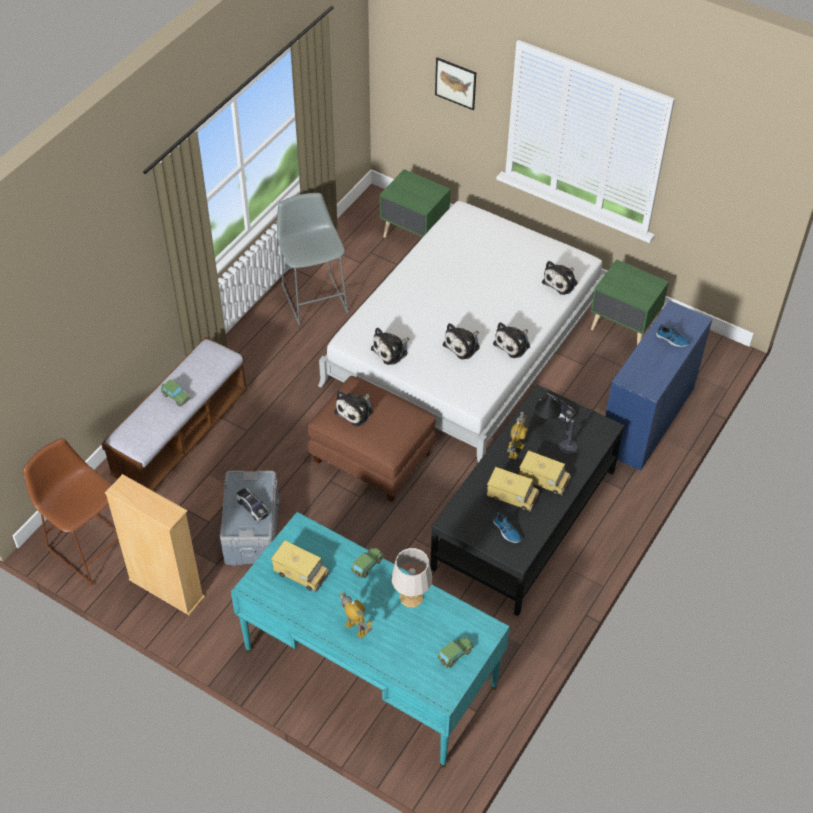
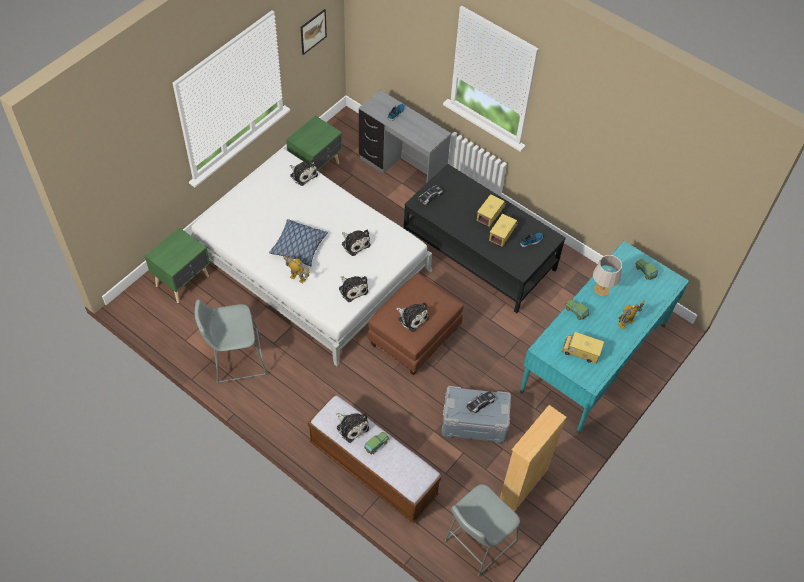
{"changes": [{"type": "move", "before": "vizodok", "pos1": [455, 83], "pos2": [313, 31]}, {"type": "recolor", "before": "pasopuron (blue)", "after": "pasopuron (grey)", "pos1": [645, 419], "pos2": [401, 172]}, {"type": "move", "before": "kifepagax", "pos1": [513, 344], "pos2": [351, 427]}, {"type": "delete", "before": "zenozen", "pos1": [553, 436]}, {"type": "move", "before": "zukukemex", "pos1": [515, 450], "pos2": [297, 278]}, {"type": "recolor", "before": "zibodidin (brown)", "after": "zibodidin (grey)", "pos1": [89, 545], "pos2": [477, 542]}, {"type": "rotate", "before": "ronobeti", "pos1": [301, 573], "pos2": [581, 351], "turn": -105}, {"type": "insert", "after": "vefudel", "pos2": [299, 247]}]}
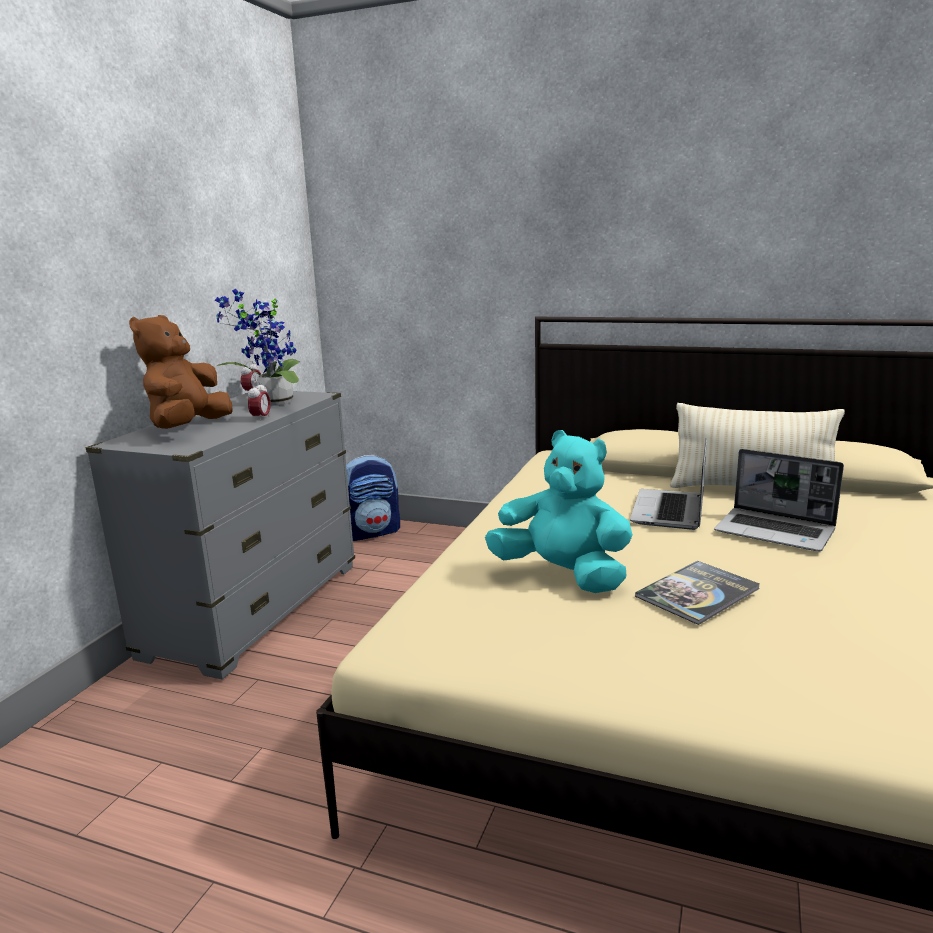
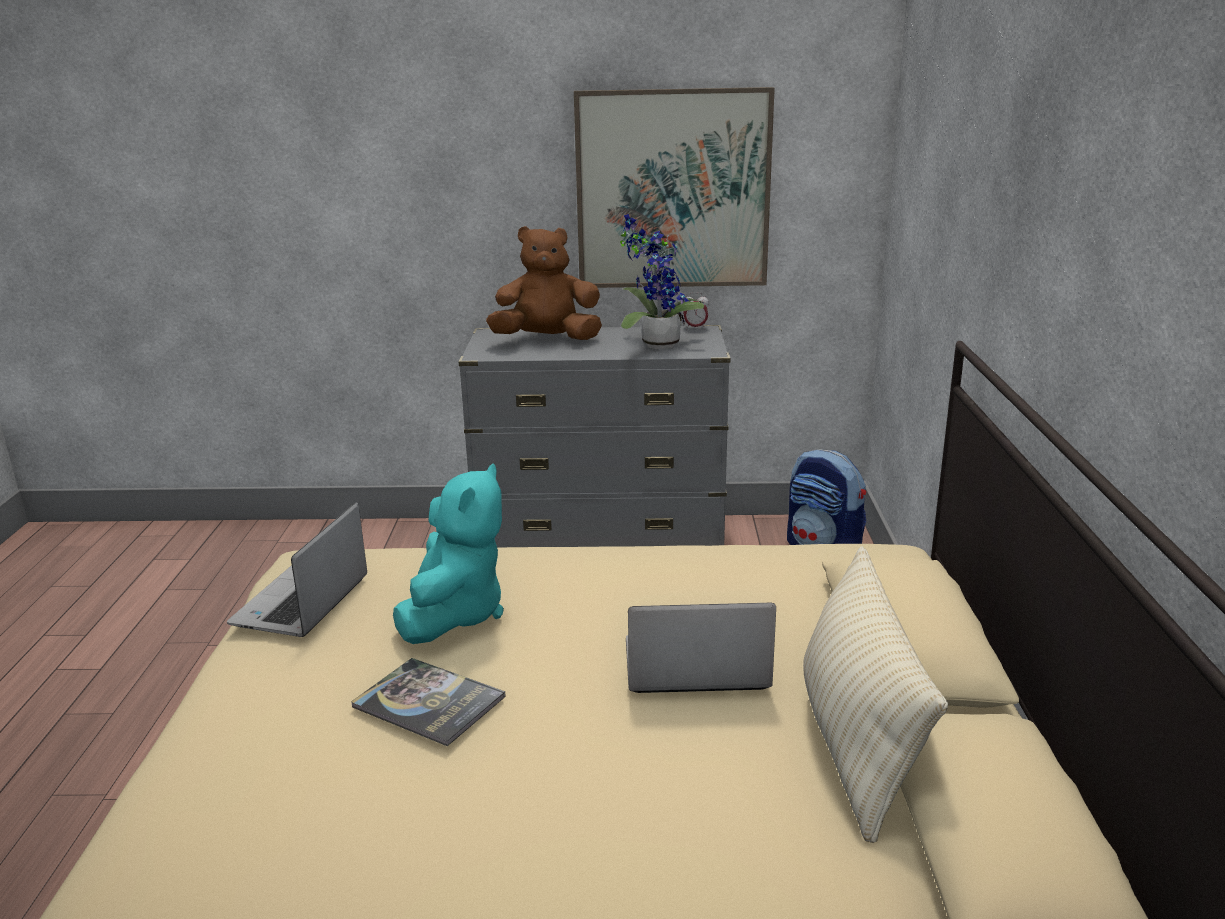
{"changes": [{"type": "delete", "before": "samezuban", "pos1": [261, 418]}, {"type": "move", "before": "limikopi", "pos1": [776, 531], "pos2": [302, 603]}, {"type": "insert", "after": "vizodok", "pos2": [673, 190]}]}
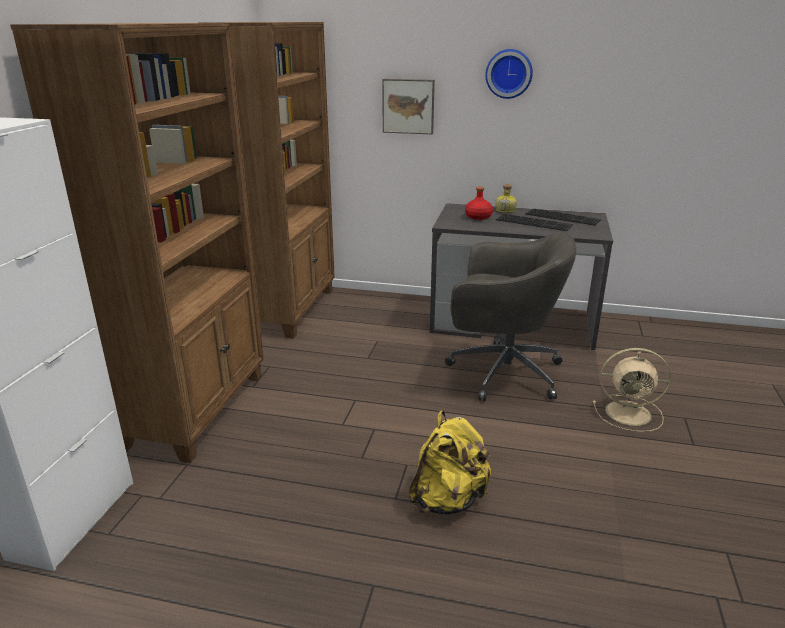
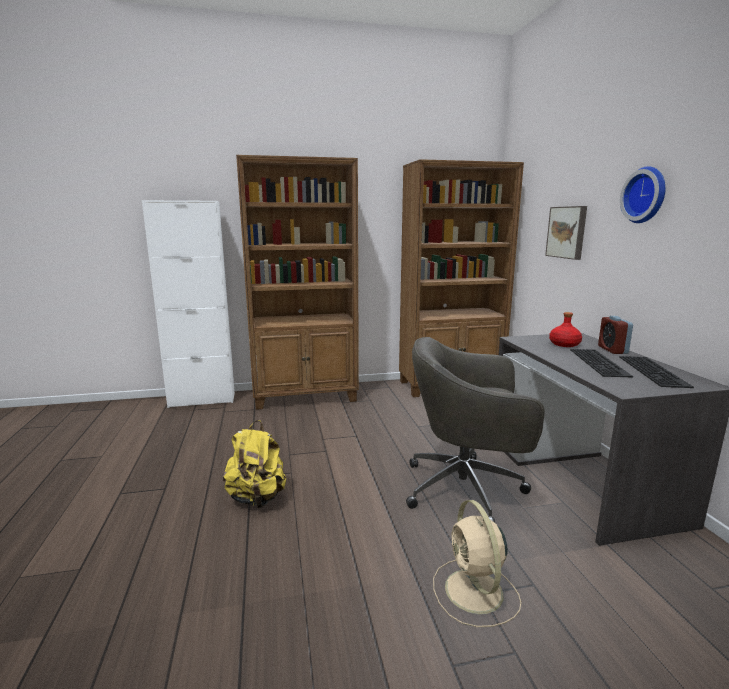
{"changes": [{"type": "replace", "before": "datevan", "after": "samezuban", "pos1": [506, 210], "pos2": [612, 350]}, {"type": "rotate", "before": "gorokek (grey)", "pos1": [502, 372], "pos2": [467, 489], "turn": 105}]}
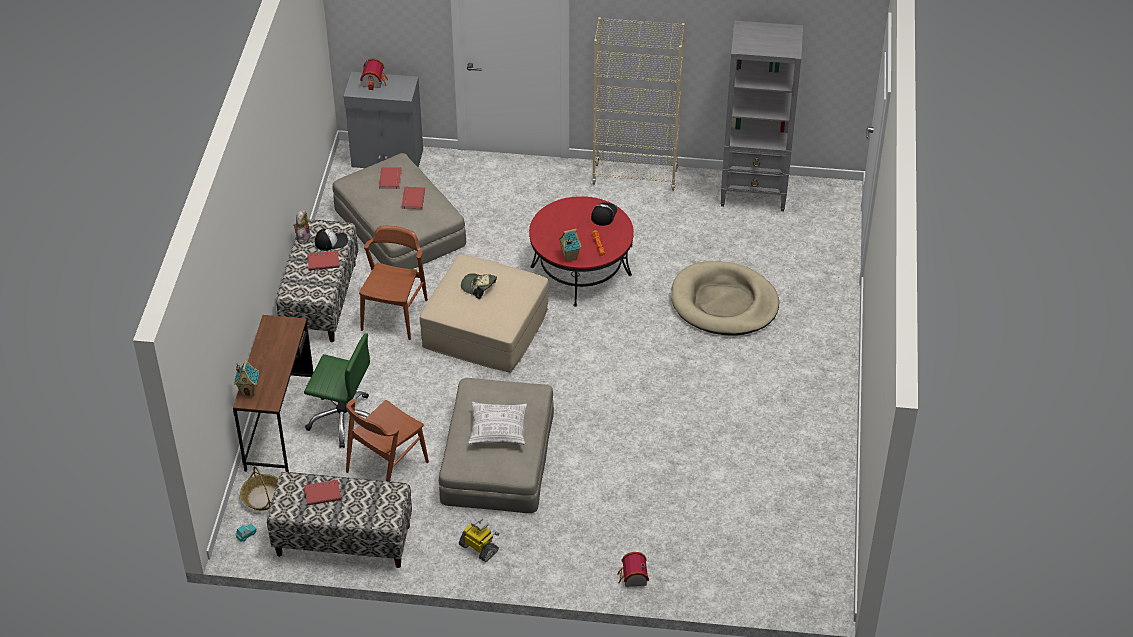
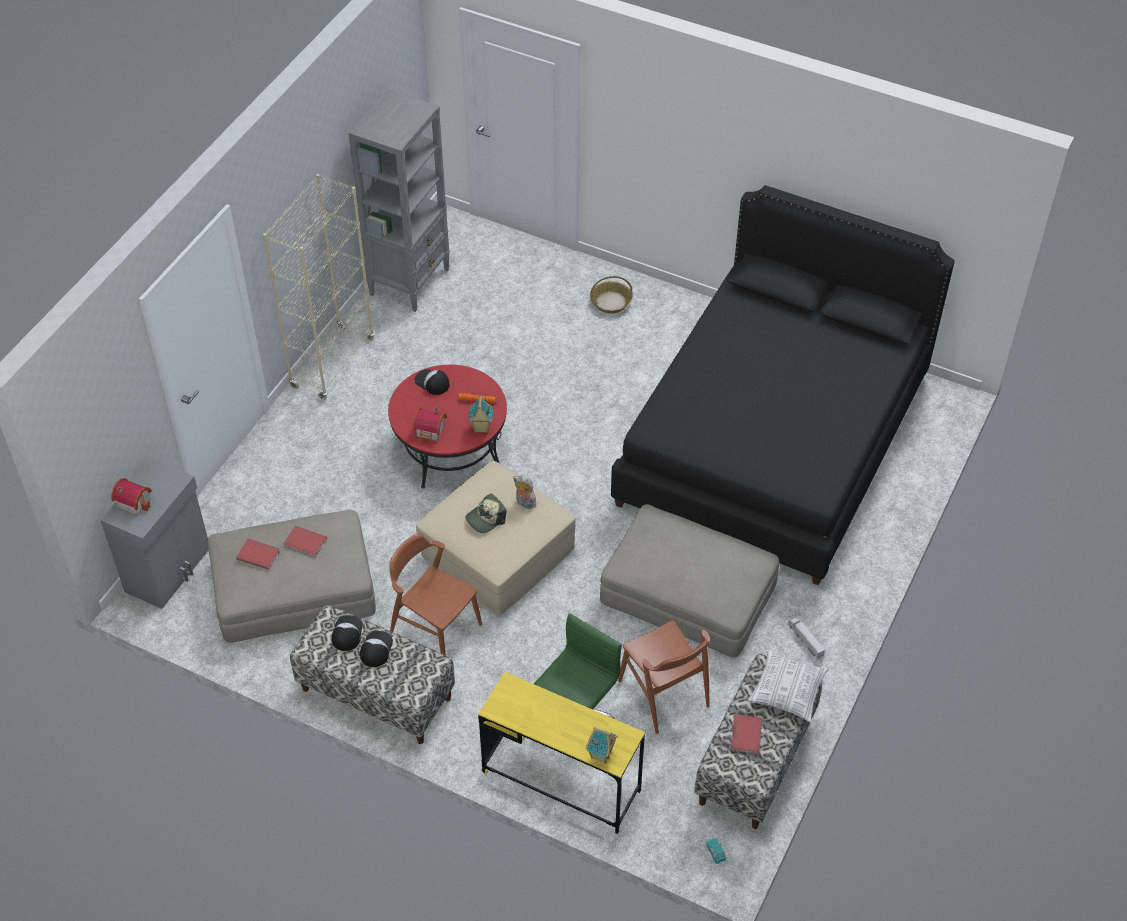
{"changes": [{"type": "move", "before": "kifepagax", "pos1": [302, 237], "pos2": [524, 503]}, {"type": "replace", "before": "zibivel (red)", "after": "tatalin", "pos1": [323, 261], "pos2": [376, 649]}, {"type": "delete", "before": "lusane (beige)", "pos1": [724, 303]}, {"type": "recolor", "before": "pasopuron (brown)", "after": "pasopuron (yellow)", "pos1": [280, 425], "pos2": [561, 781]}, {"type": "move", "before": "vefudel", "pos1": [498, 430], "pos2": [787, 691]}, {"type": "move", "before": "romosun", "pos1": [263, 497], "pos2": [611, 302]}, {"type": "replace", "before": "zukukemex", "after": "ronobeti", "pos1": [479, 548], "pos2": [805, 641]}, {"type": "move", "before": "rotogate", "pos1": [633, 578], "pos2": [430, 432]}, {"type": "insert", "after": "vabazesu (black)", "pos2": [773, 439]}]}
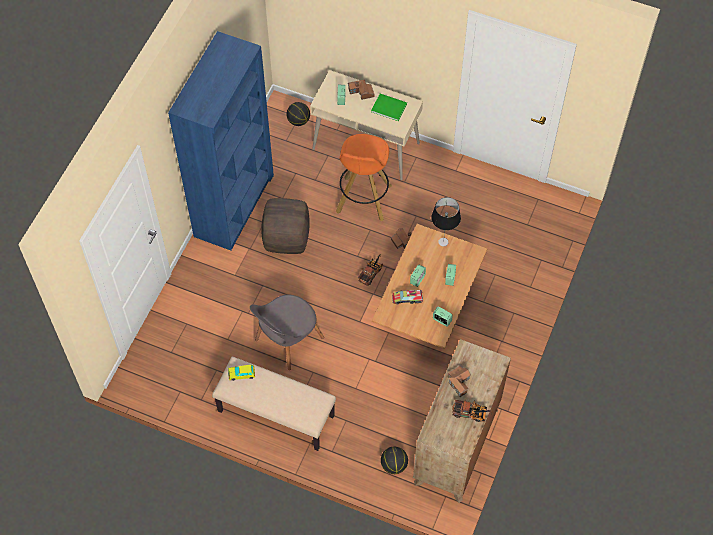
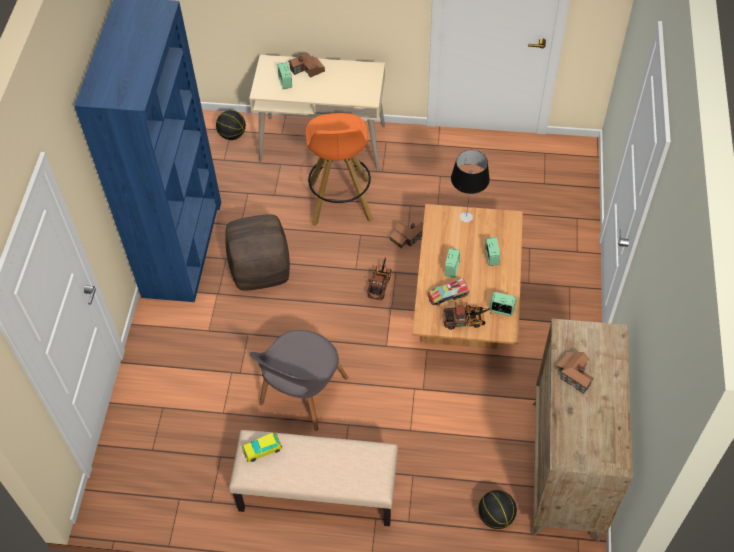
{"changes": [{"type": "delete", "before": "zibivel (green)", "pos1": [388, 107]}, {"type": "move", "before": "ronobeti", "pos1": [471, 414], "pos2": [466, 321]}]}
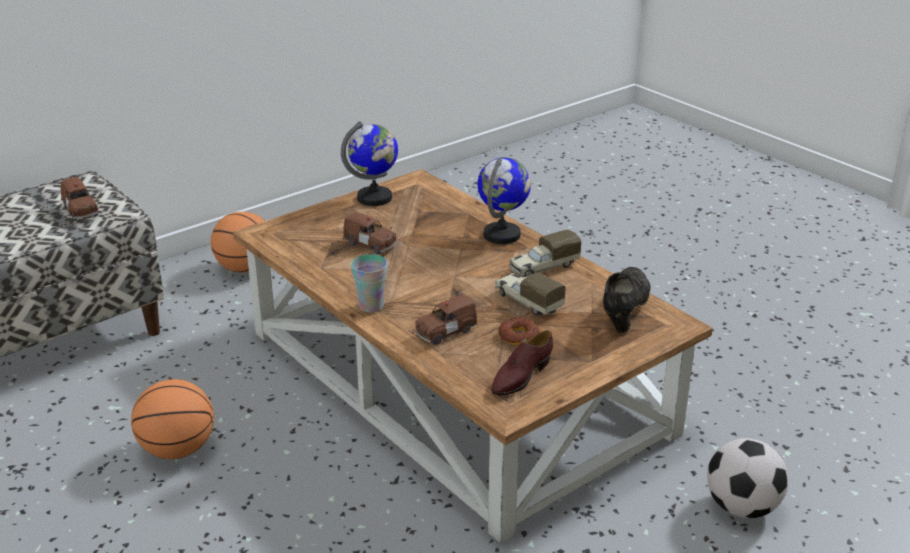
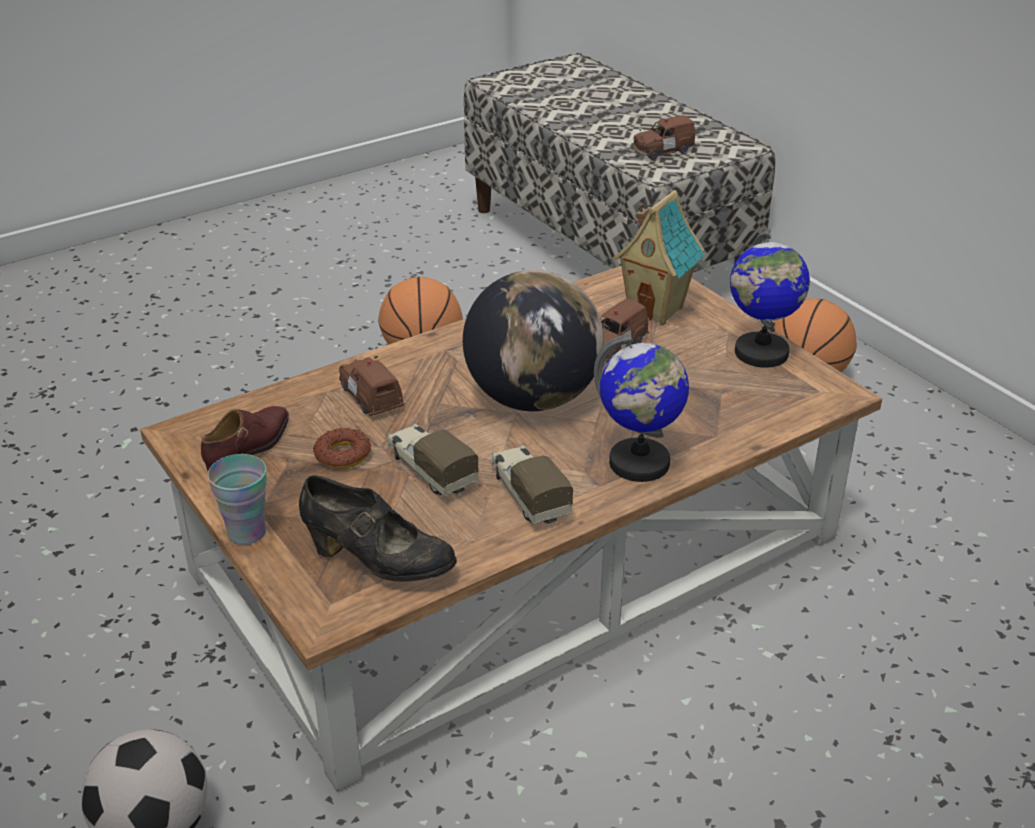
{"changes": [{"type": "move", "before": "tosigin", "pos1": [371, 306], "pos2": [246, 532]}, {"type": "rotate", "before": "ronobeti", "pos1": [527, 302], "pos2": [430, 470], "turn": -90}, {"type": "rotate", "before": "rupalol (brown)", "pos1": [520, 376], "pos2": [250, 448], "turn": 75}, {"type": "insert", "after": "rotogate", "pos2": [657, 310]}, {"type": "insert", "after": "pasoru", "pos2": [533, 398]}]}
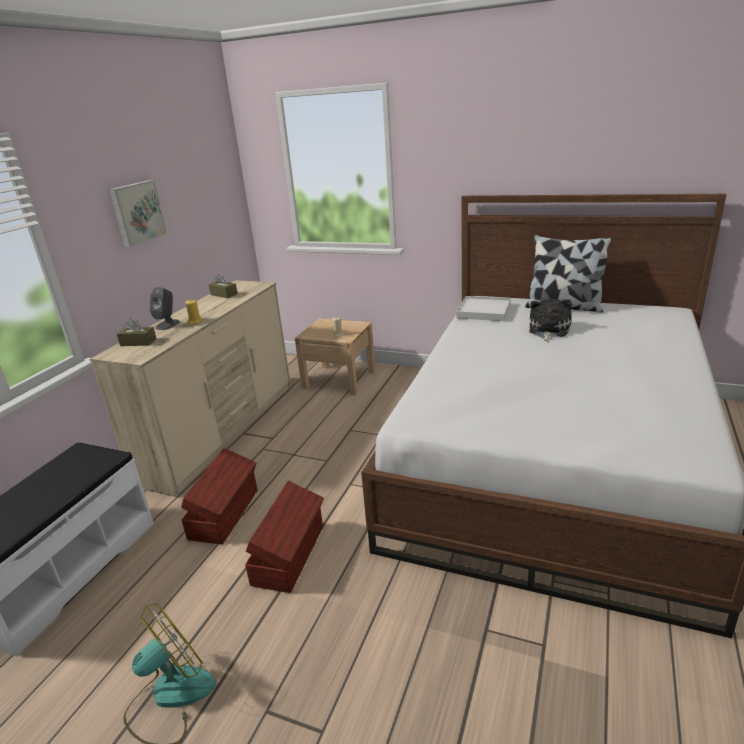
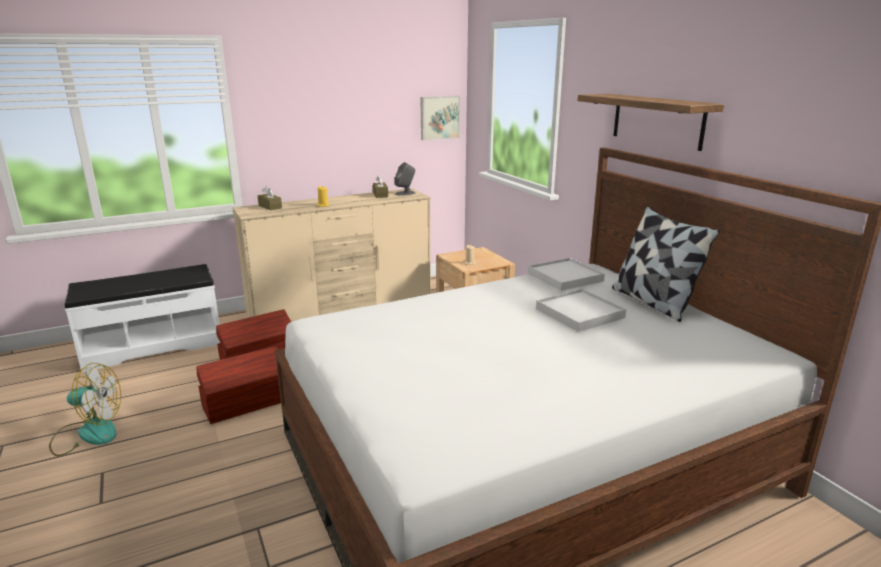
{"changes": [{"type": "move", "before": "vizodok", "pos1": [136, 212], "pos2": [439, 117]}, {"type": "move", "before": "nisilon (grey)", "pos1": [167, 324], "pos2": [405, 193]}, {"type": "replace", "before": "kifepagax", "after": "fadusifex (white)", "pos1": [548, 330], "pos2": [579, 313]}, {"type": "insert", "after": "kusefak", "pos2": [657, 120]}]}
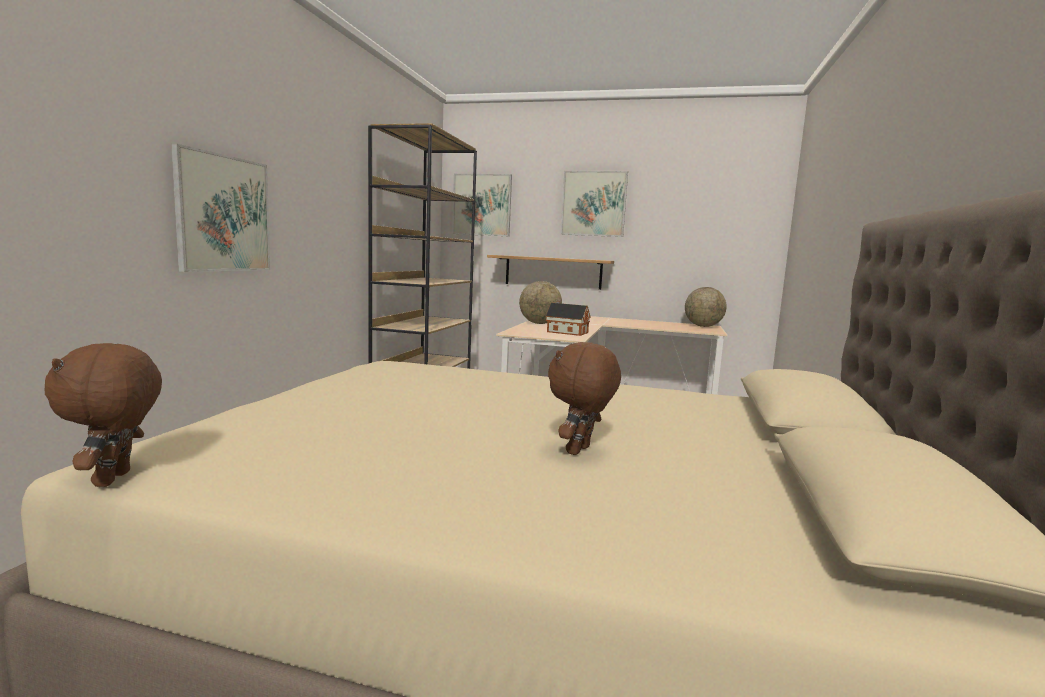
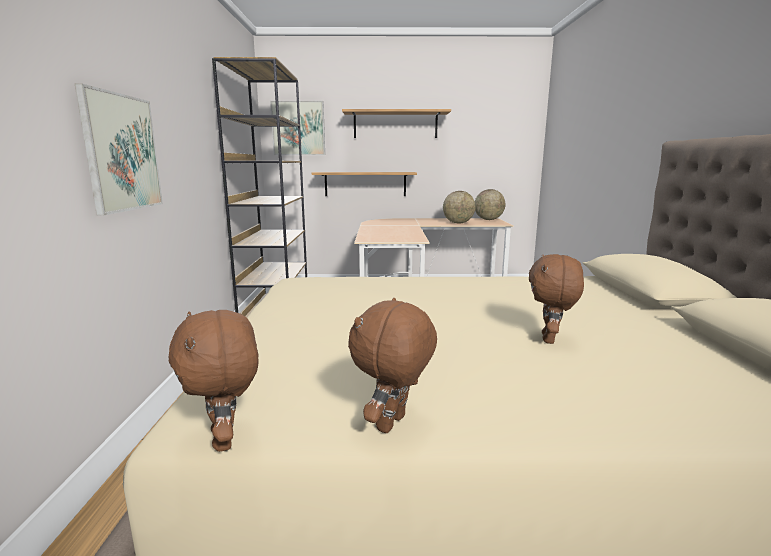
{"changes": [{"type": "replace", "before": "vizodok", "after": "kusefak", "pos1": [593, 203], "pos2": [395, 125]}, {"type": "move", "before": "pasoru", "pos1": [539, 323], "pos2": [458, 223]}, {"type": "delete", "before": "rotogate", "pos1": [566, 332]}, {"type": "insert", "after": "kifepagax (brown)", "pos2": [393, 424]}]}
